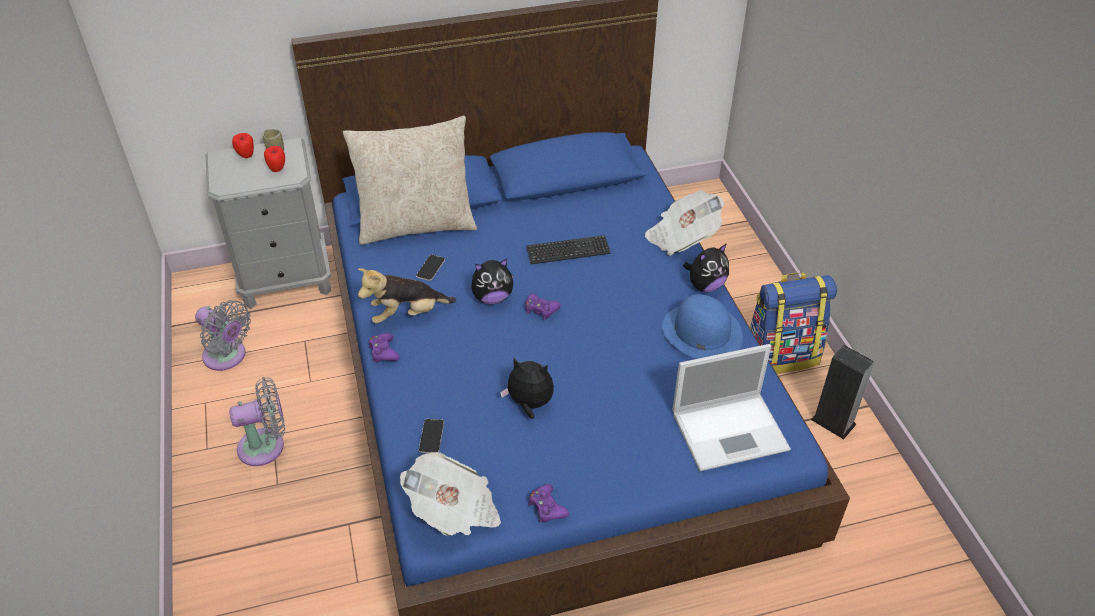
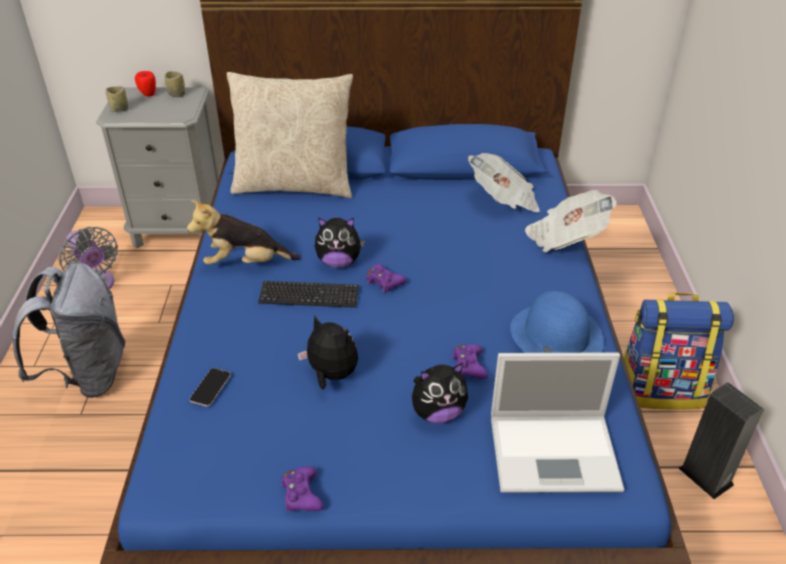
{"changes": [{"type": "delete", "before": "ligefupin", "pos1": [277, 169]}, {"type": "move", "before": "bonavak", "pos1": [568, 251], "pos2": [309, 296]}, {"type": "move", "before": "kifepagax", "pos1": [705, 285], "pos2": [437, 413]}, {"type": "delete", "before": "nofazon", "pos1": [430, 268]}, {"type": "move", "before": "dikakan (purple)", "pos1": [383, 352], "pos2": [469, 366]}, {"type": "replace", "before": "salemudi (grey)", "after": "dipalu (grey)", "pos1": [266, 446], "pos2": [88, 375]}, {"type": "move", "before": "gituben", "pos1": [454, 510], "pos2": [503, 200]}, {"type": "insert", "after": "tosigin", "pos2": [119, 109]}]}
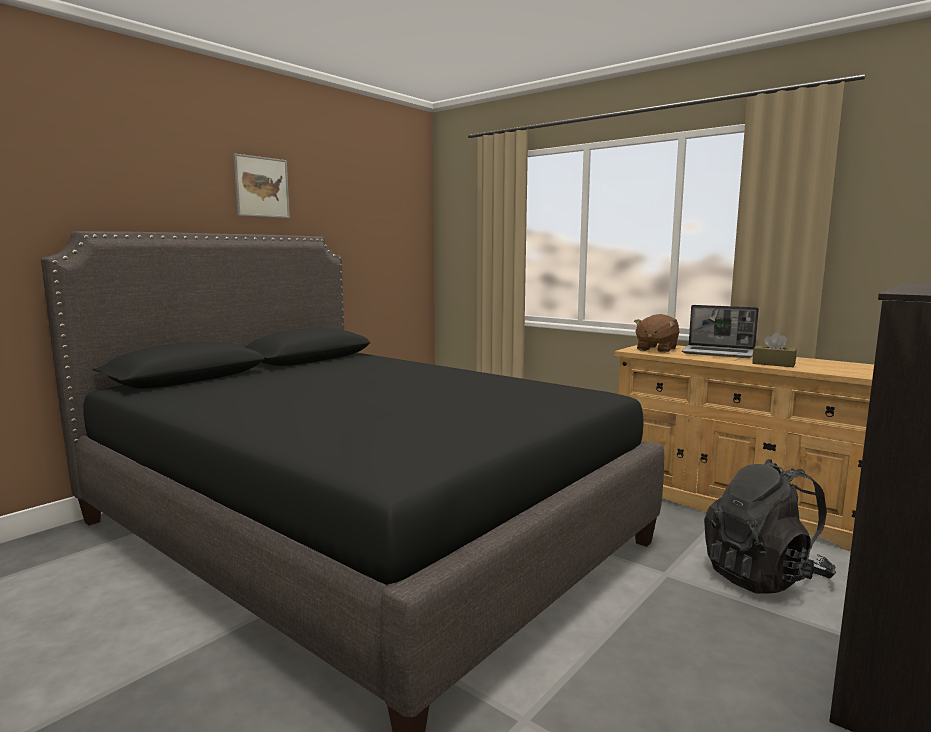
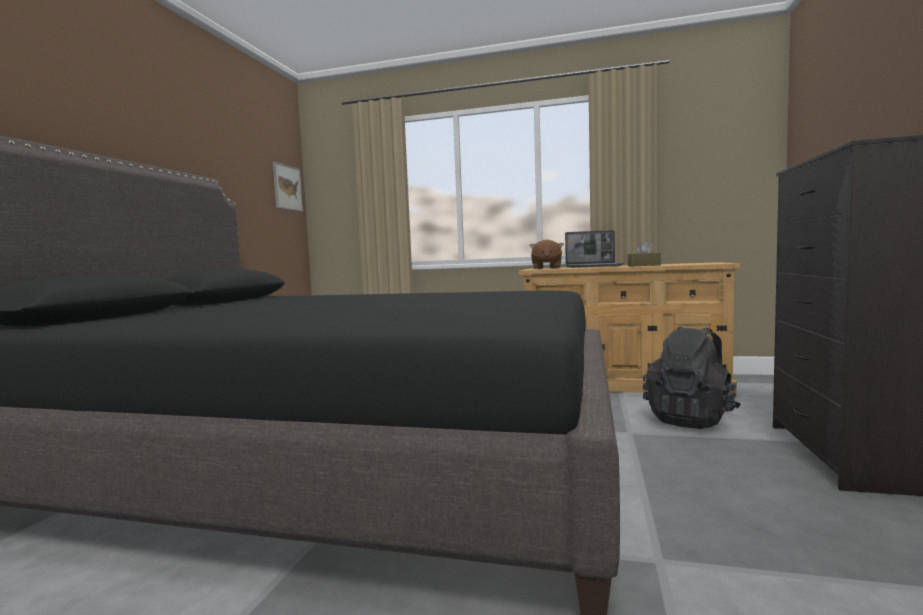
{"changes": [{"type": "move", "before": "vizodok", "pos1": [262, 187], "pos2": [287, 187]}]}
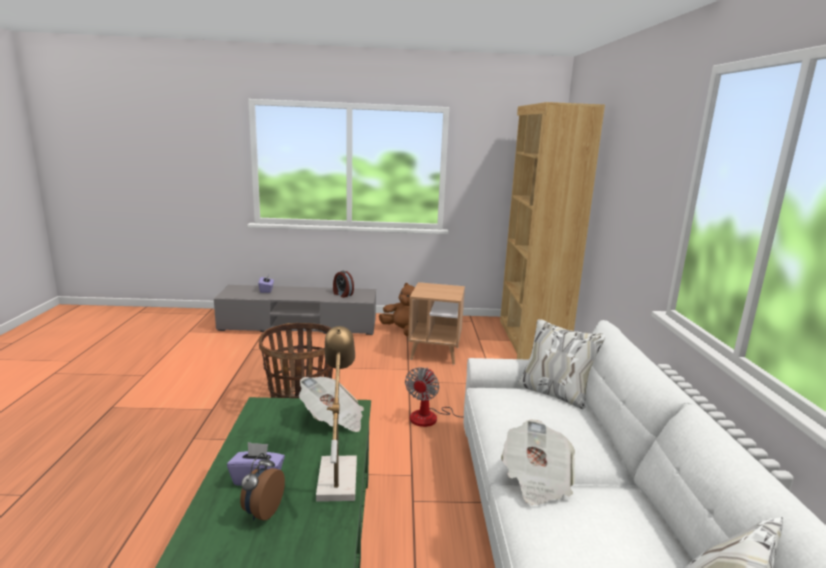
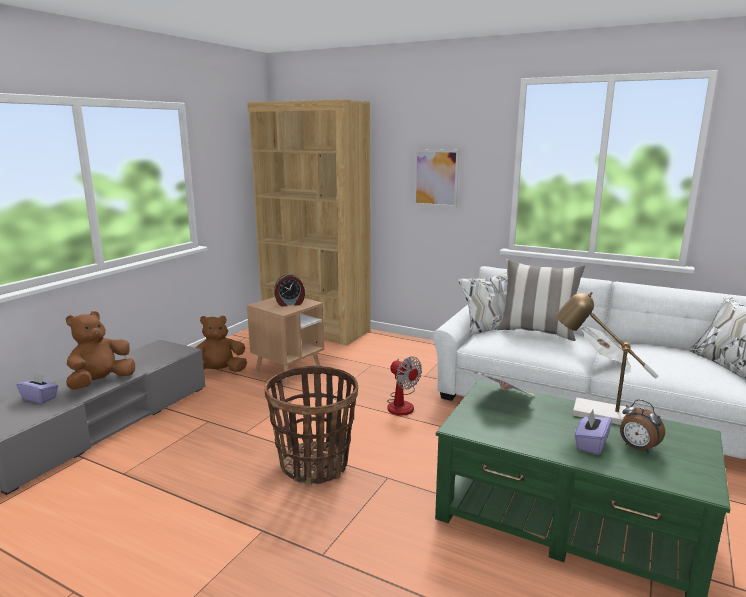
{"changes": [{"type": "move", "before": "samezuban", "pos1": [342, 294], "pos2": [290, 303]}, {"type": "insert", "after": "vizodok", "pos2": [435, 178]}, {"type": "insert", "after": "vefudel", "pos2": [536, 332]}, {"type": "insert", "after": "kifepagax (brown)", "pos2": [101, 382]}]}
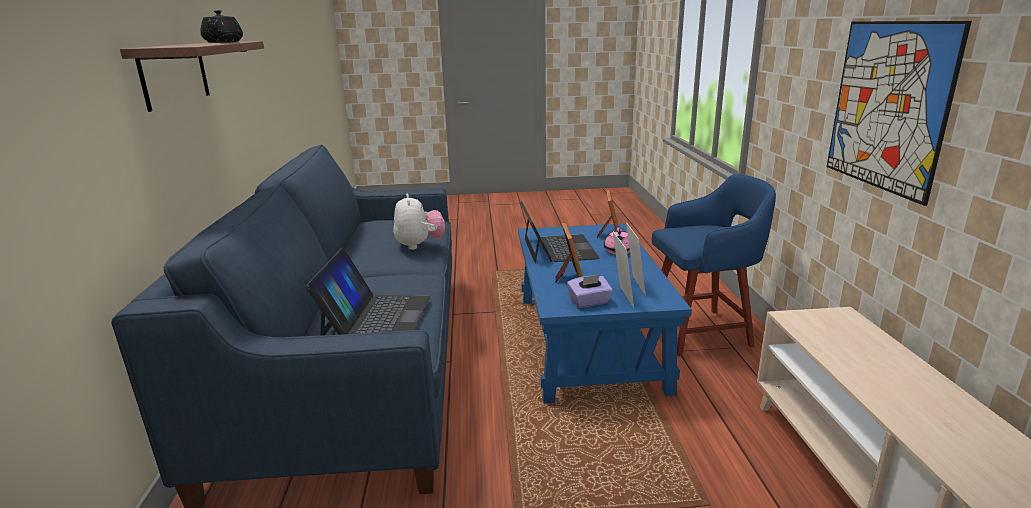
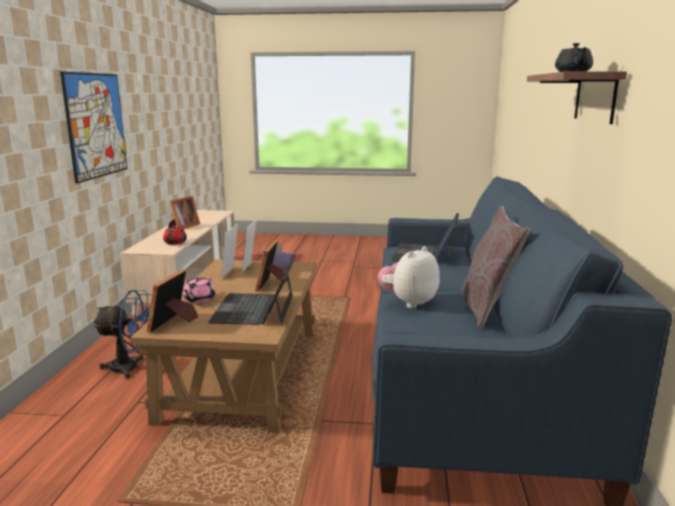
{"changes": [{"type": "replace", "before": "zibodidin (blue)", "after": "salemudi (blue)", "pos1": [701, 332], "pos2": [131, 368]}, {"type": "rotate", "before": "kifepagax", "pos1": [419, 245], "pos2": [408, 302], "turn": 45}, {"type": "recolor", "before": "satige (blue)", "after": "satige (brown)", "pos1": [587, 340], "pos2": [244, 372]}, {"type": "insert", "after": "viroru", "pos2": [183, 227]}, {"type": "insert", "after": "vefudel (grey)", "pos2": [487, 308]}, {"type": "insert", "after": "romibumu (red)", "pos2": [175, 242]}]}
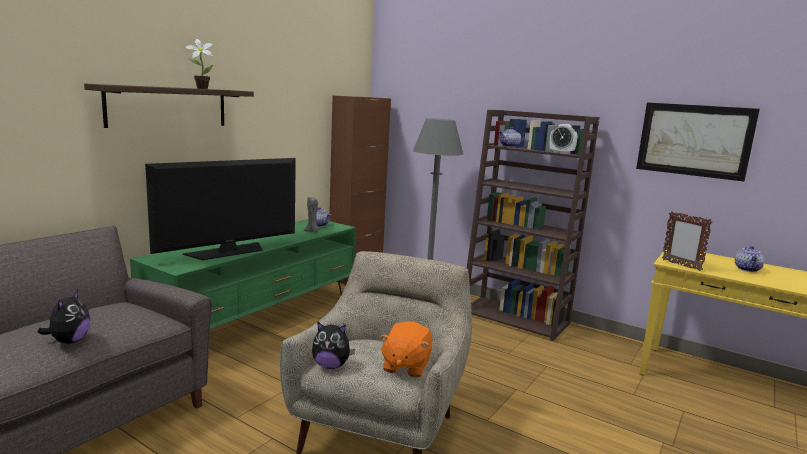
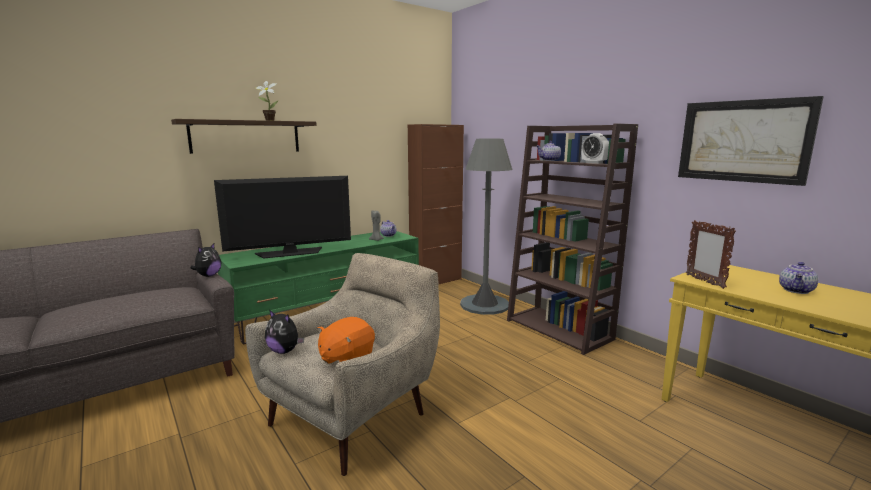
{"changes": [{"type": "move", "before": "kifepagax", "pos1": [69, 341], "pos2": [208, 275]}]}
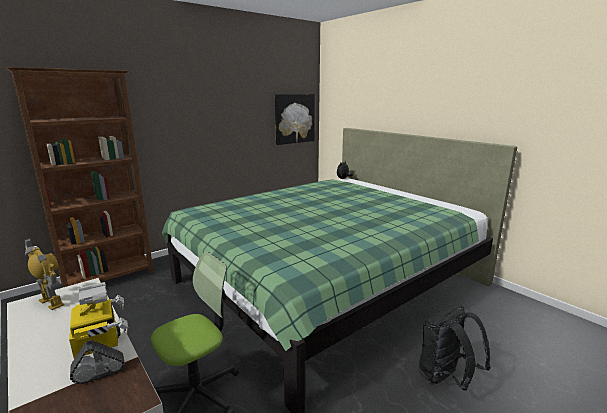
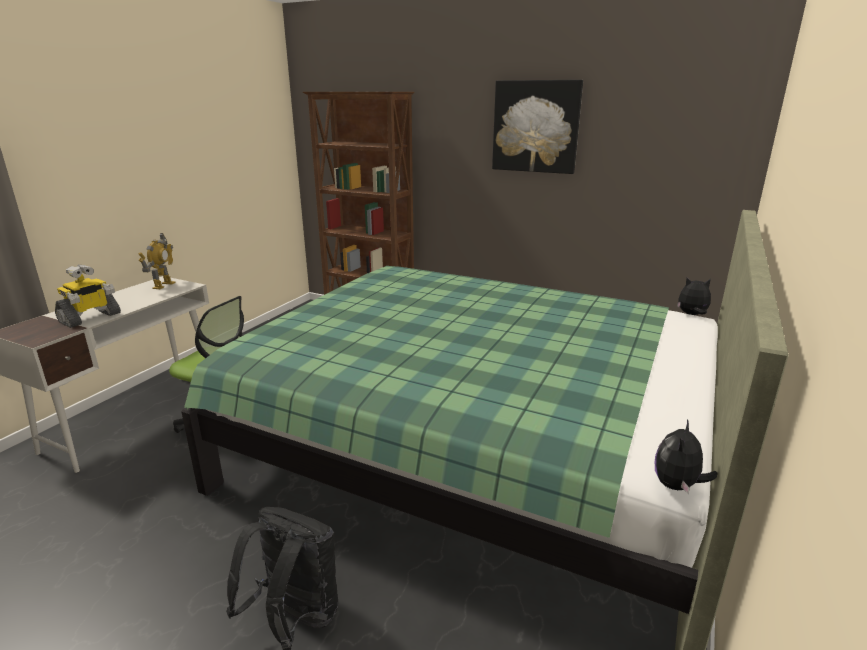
{"changes": [{"type": "move", "before": "vizodok", "pos1": [294, 118], "pos2": [536, 126]}, {"type": "insert", "after": "kifepagax", "pos2": [677, 486]}]}
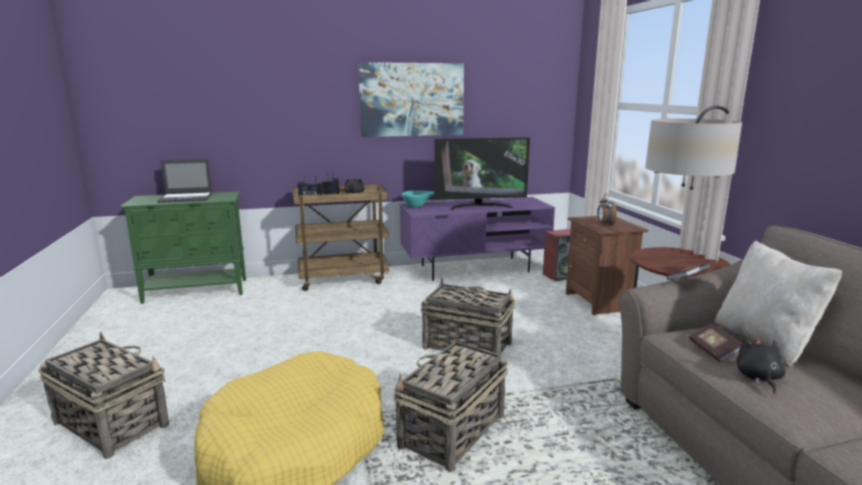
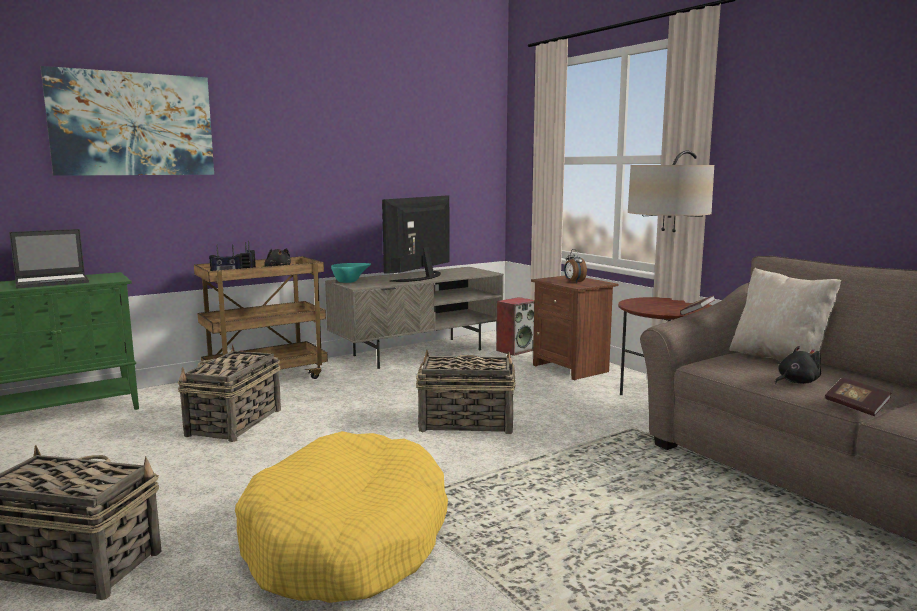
{"changes": [{"type": "move", "before": "vizodok", "pos1": [412, 99], "pos2": [133, 124]}, {"type": "rotate", "before": "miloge", "pos1": [479, 206], "pos2": [422, 277], "turn": 150}, {"type": "recolor", "before": "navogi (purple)", "after": "navogi (grey)", "pos1": [475, 268], "pos2": [418, 352]}, {"type": "move", "before": "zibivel", "pos1": [714, 351], "pos2": [856, 407]}, {"type": "move", "before": "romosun", "pos1": [451, 431], "pos2": [234, 423]}, {"type": "rotate", "before": "kifepagax (black)", "pos1": [758, 378], "pos2": [796, 382], "turn": 75}]}
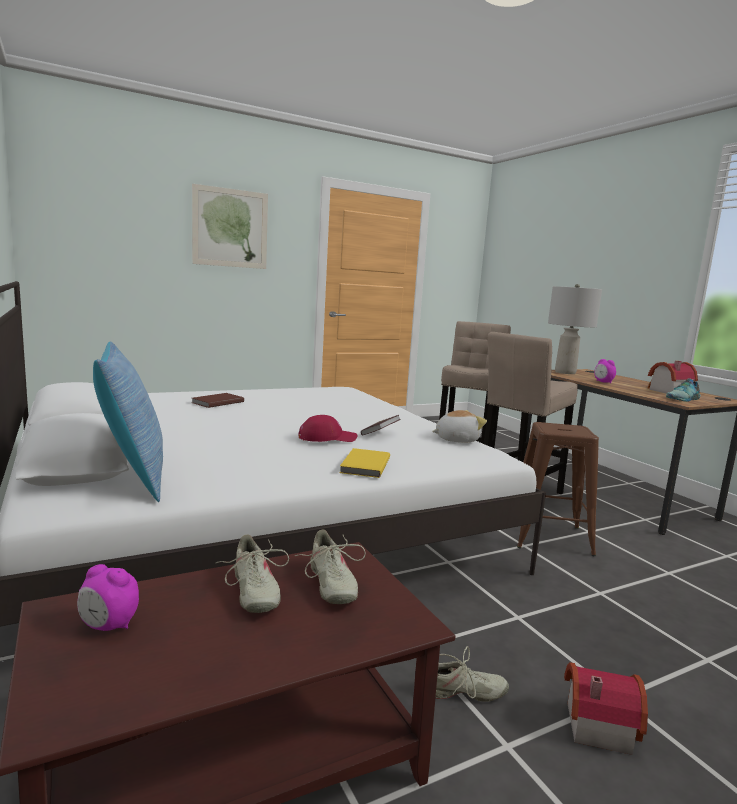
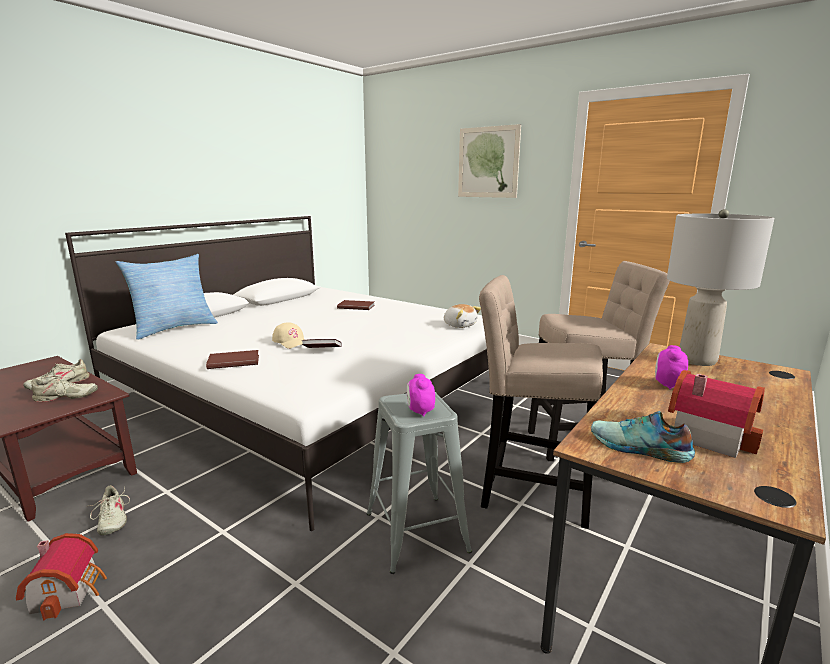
{"changes": [{"type": "move", "before": "kifepagax", "pos1": [456, 439], "pos2": [460, 325]}, {"type": "recolor", "before": "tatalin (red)", "after": "tatalin (beige)", "pos1": [327, 438], "pos2": [291, 341]}, {"type": "recolor", "before": "zibodidin (brown)", "after": "zibodidin (grey)", "pos1": [548, 537], "pos2": [416, 531]}, {"type": "recolor", "before": "zibivel (yellow)", "after": "zibivel (brown)", "pos1": [363, 465], "pos2": [233, 361]}, {"type": "rotate", "before": "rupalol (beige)", "pos1": [330, 584], "pos2": [66, 397], "turn": -150}, {"type": "move", "before": "samezuban", "pos1": [108, 626], "pos2": [420, 411]}]}
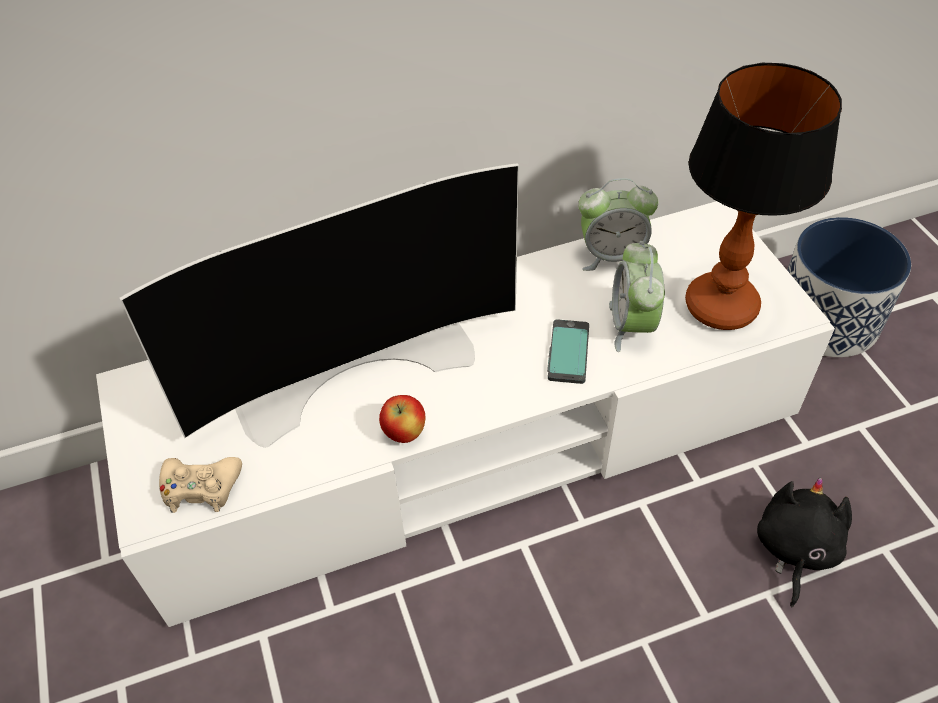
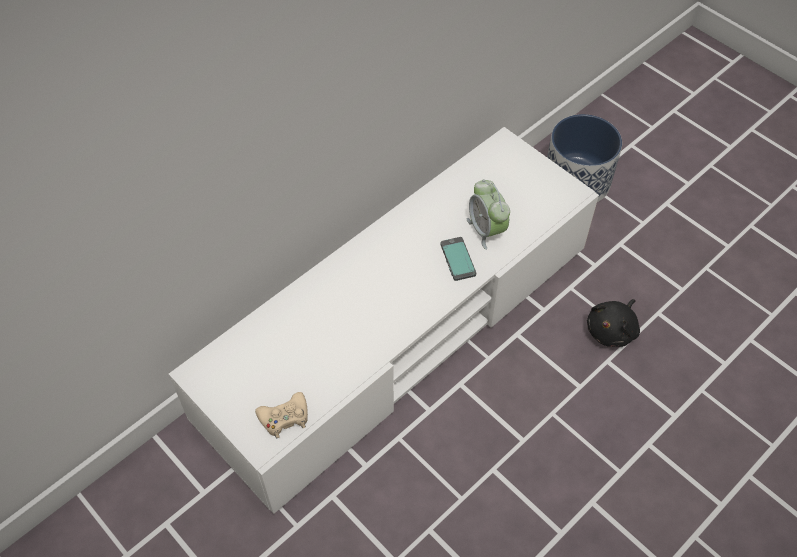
{"changes": [{"type": "delete", "before": "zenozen", "pos1": [721, 305]}, {"type": "delete", "before": "miloge", "pos1": [353, 365]}, {"type": "delete", "before": "samezuban", "pos1": [611, 256]}, {"type": "delete", "before": "ligefupin", "pos1": [404, 433]}, {"type": "rotate", "before": "kifepagax (black)", "pos1": [795, 549], "pos2": [612, 330], "turn": -135}]}
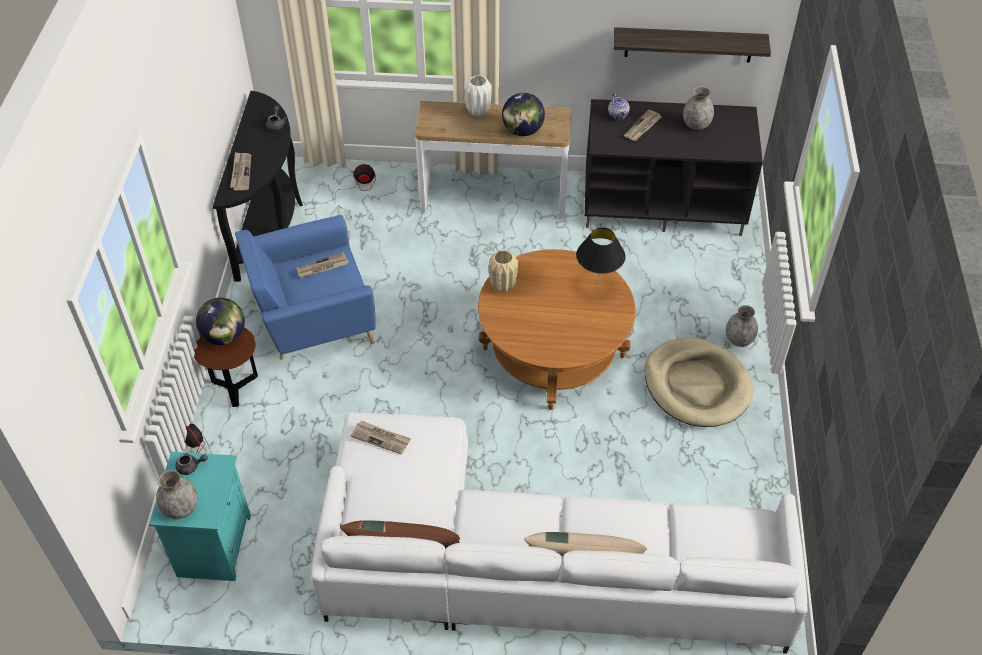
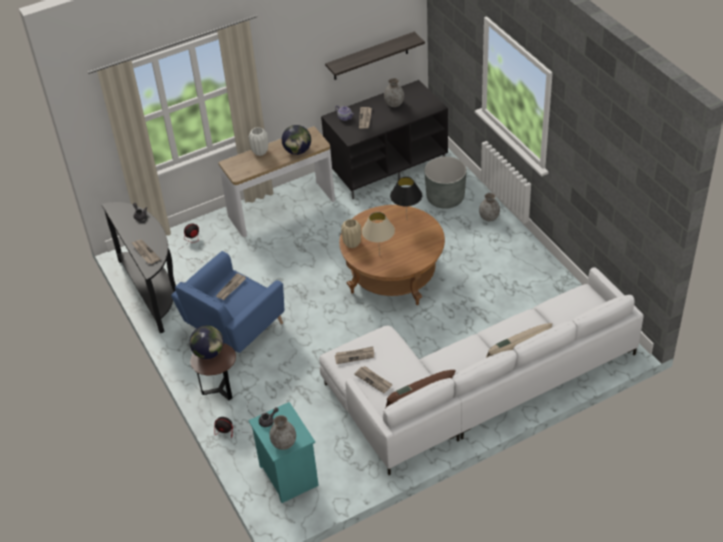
{"changes": [{"type": "delete", "before": "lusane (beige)", "pos1": [696, 385]}, {"type": "insert", "after": "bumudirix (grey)", "pos2": [445, 198]}, {"type": "insert", "after": "zenozen (beige)", "pos2": [379, 255]}, {"type": "insert", "after": "gituben", "pos2": [374, 380]}]}
